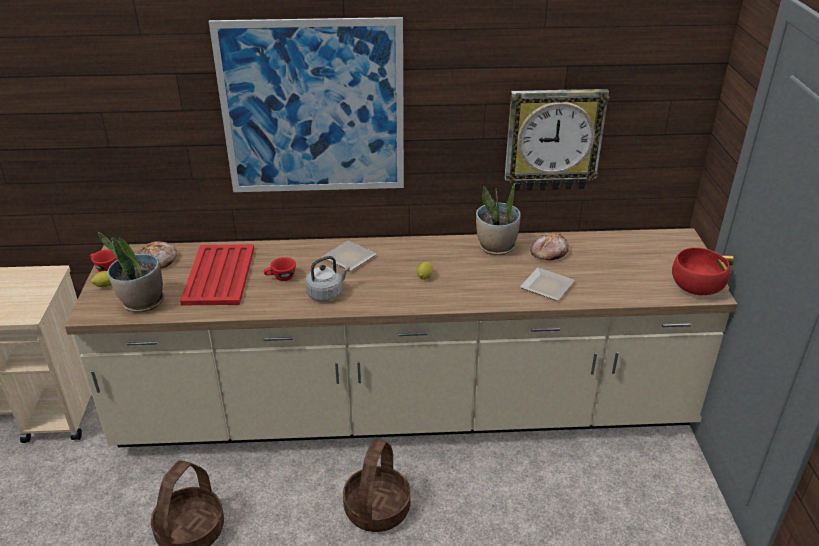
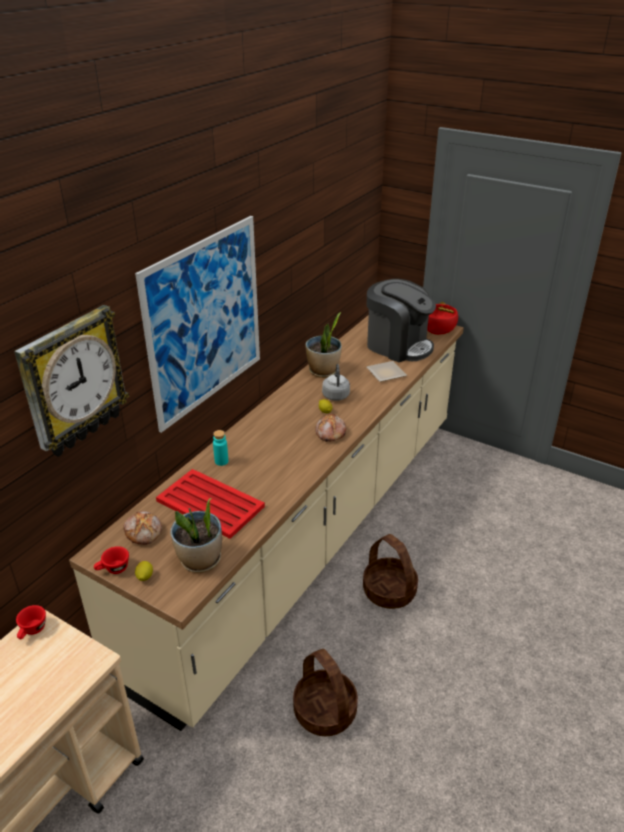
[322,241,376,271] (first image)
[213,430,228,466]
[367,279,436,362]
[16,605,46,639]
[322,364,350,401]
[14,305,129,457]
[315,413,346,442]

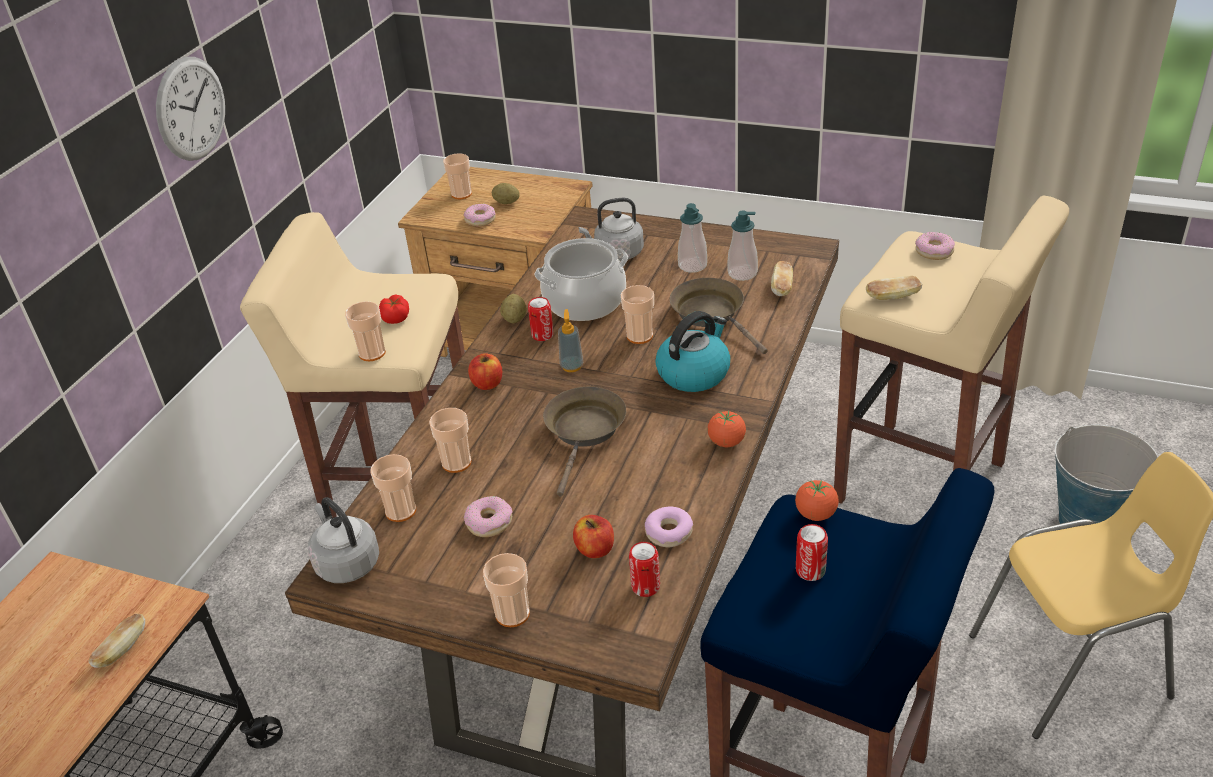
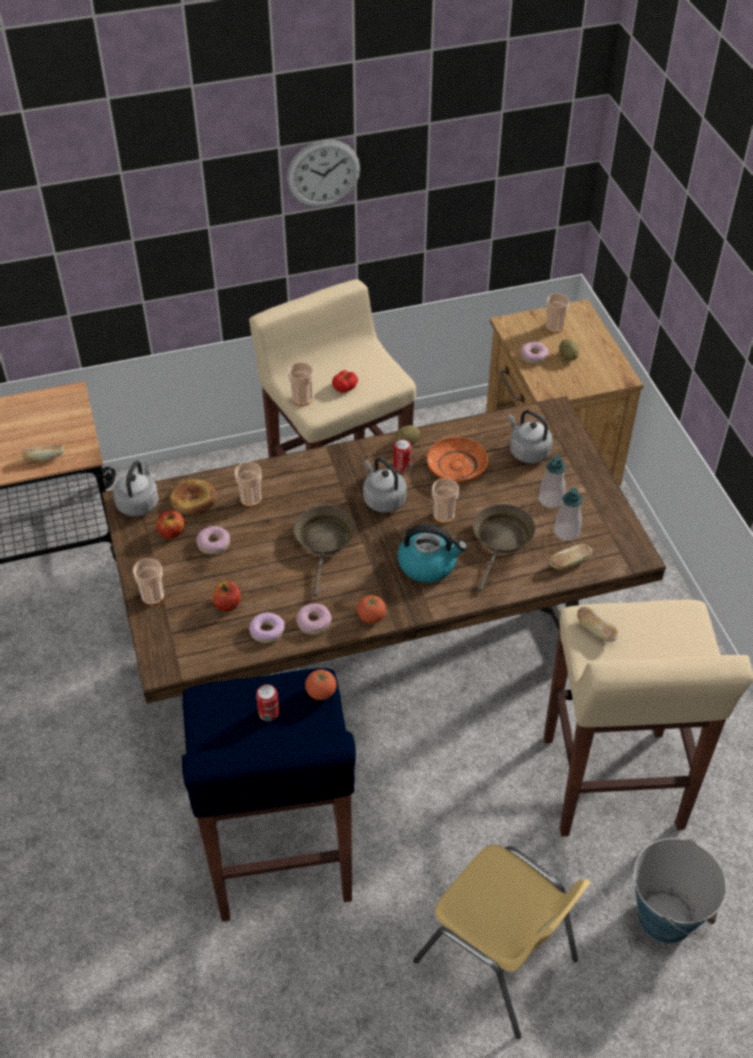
[629,542,660,597] (first image)
[156,510,185,539]
[296,604,332,635]
[170,479,217,515]
[427,437,488,483]
[363,457,407,513]
[294,506,356,597]

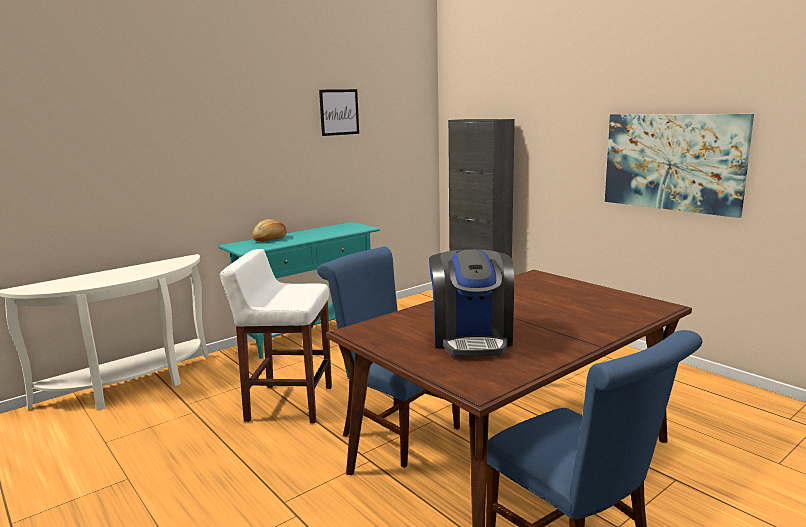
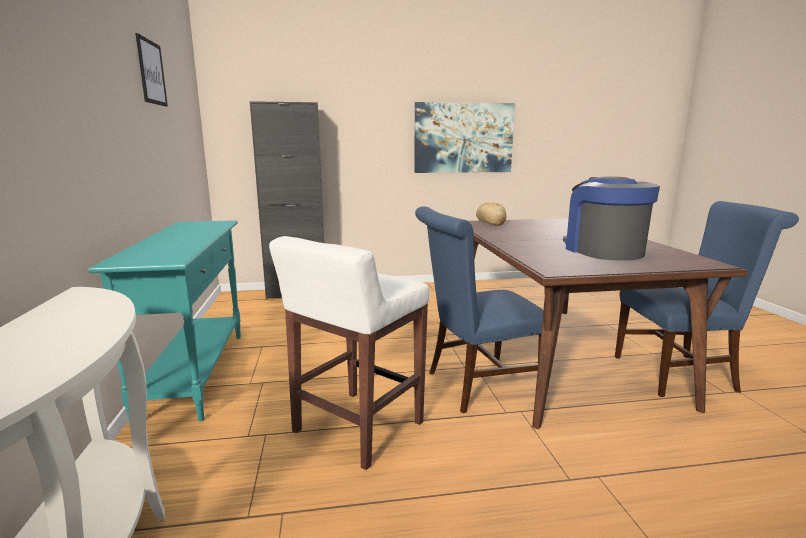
[476,203,506,226]
[563,176,660,261]

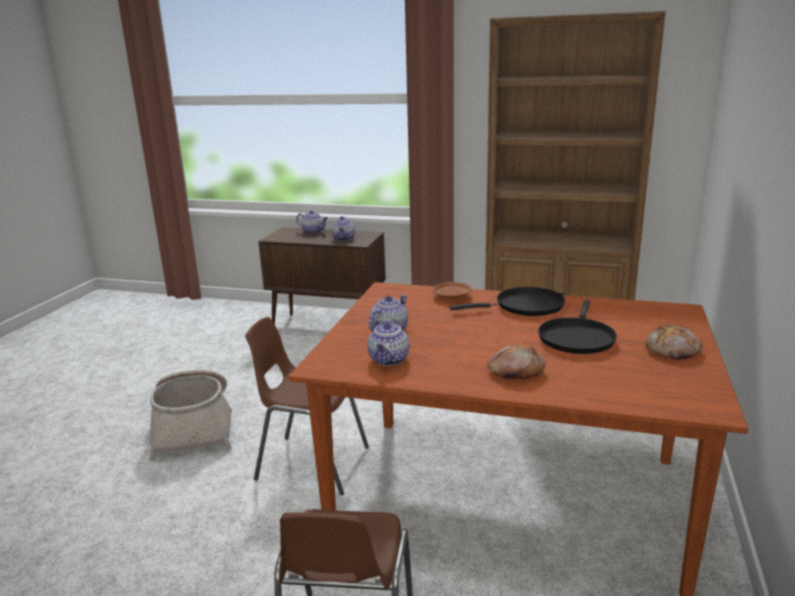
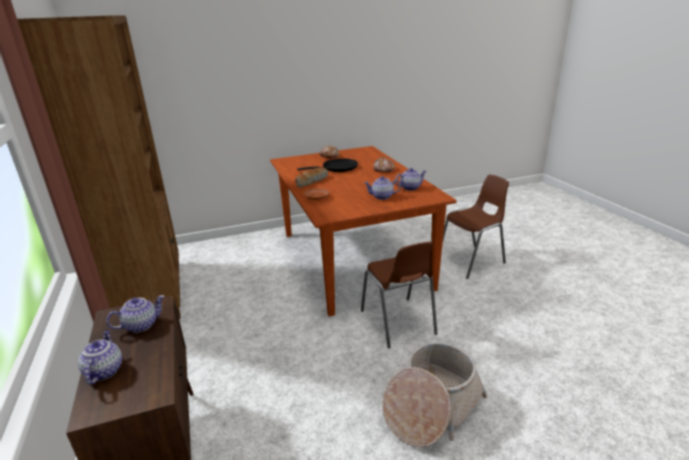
[295,168,328,188]

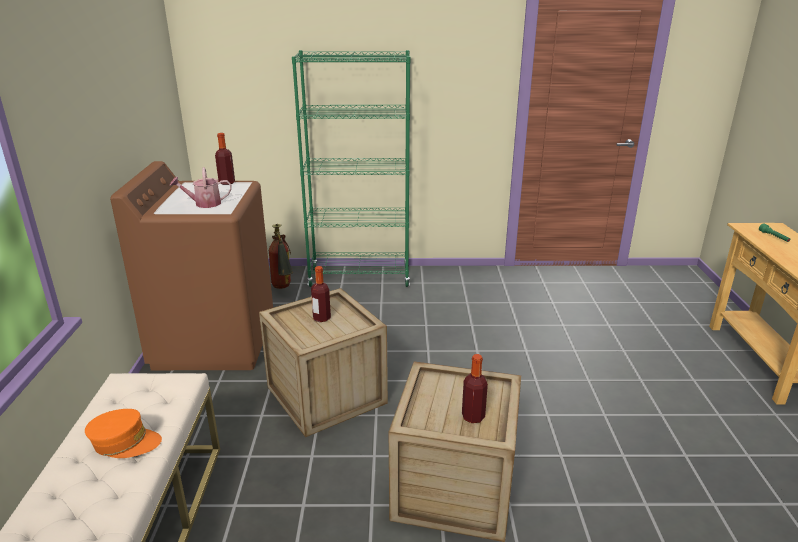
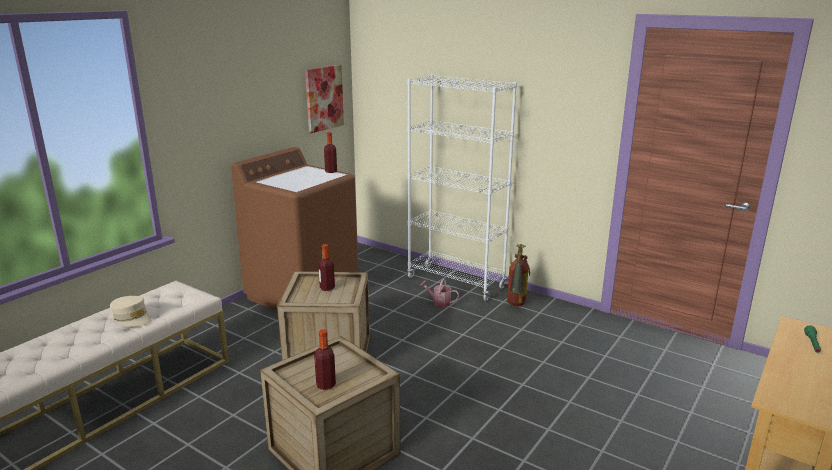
[305,65,344,133]
[420,279,459,307]
[507,244,530,306]
[110,296,151,327]
[407,74,517,301]

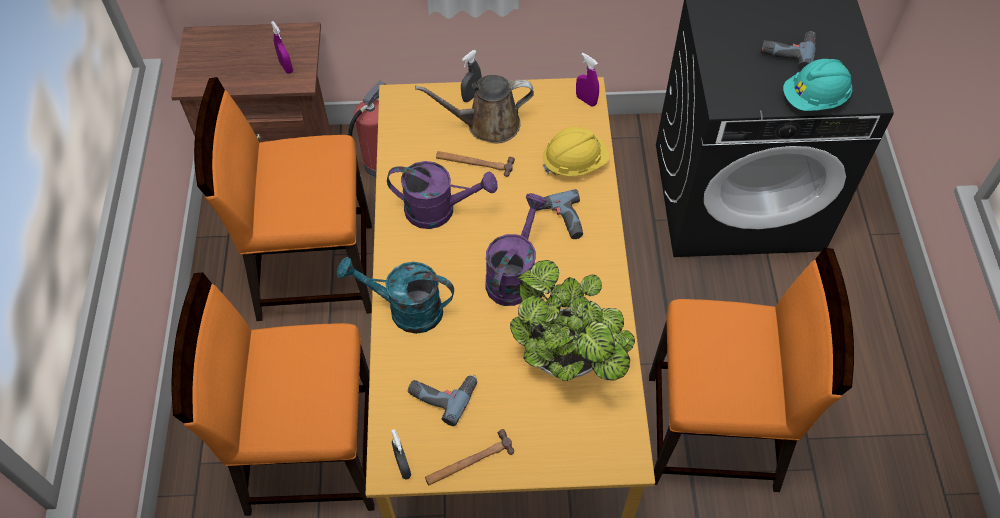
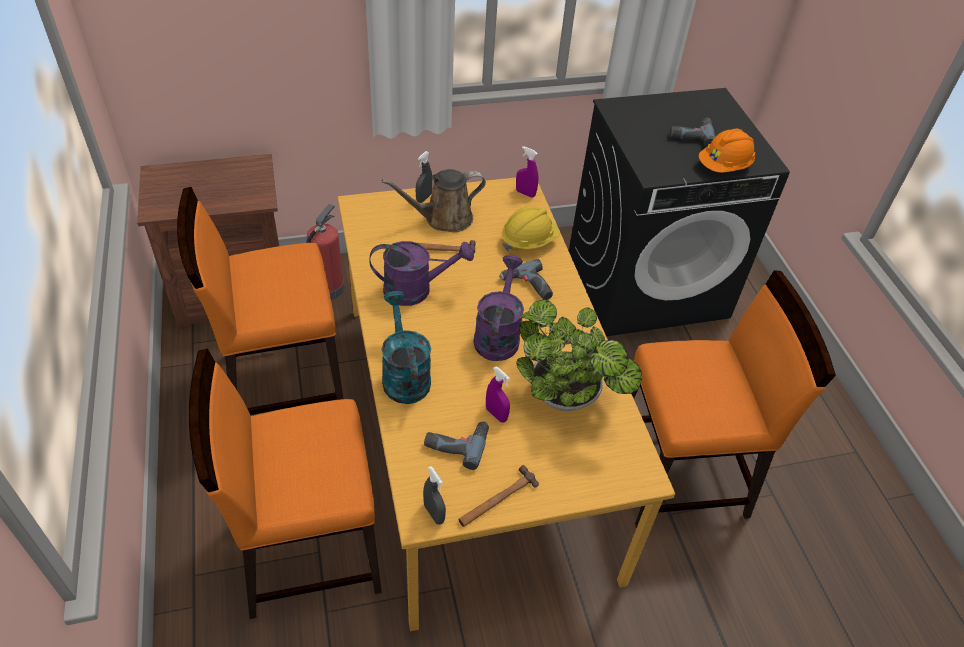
[486,367,510,422]
[699,129,755,173]
[381,291,431,404]

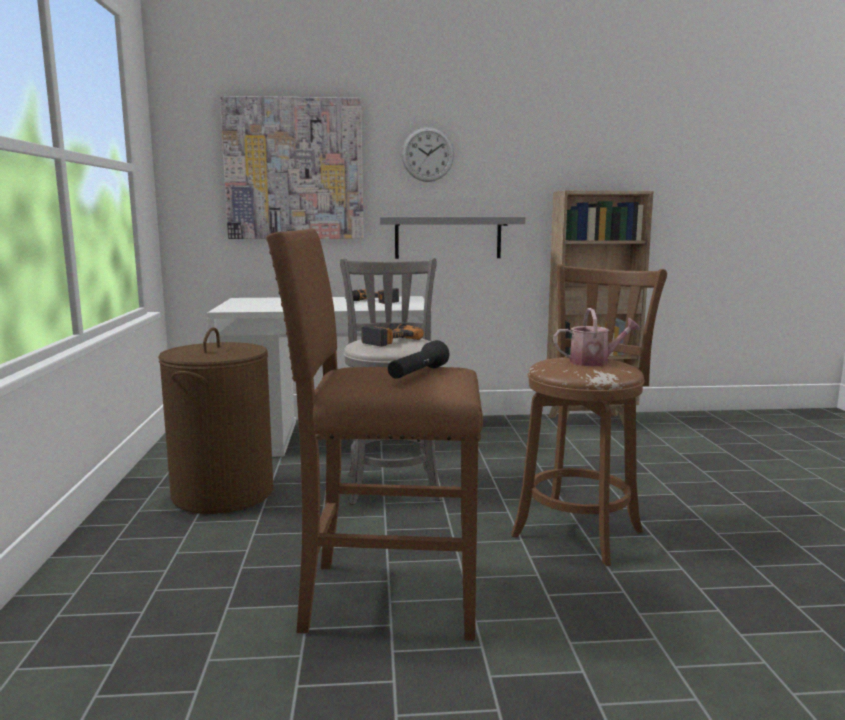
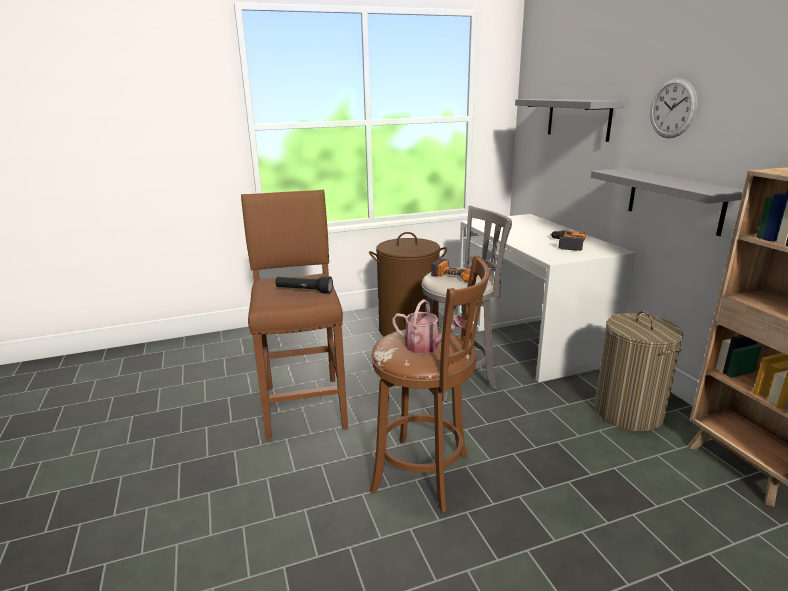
[595,311,683,431]
[515,99,625,142]
[392,299,466,354]

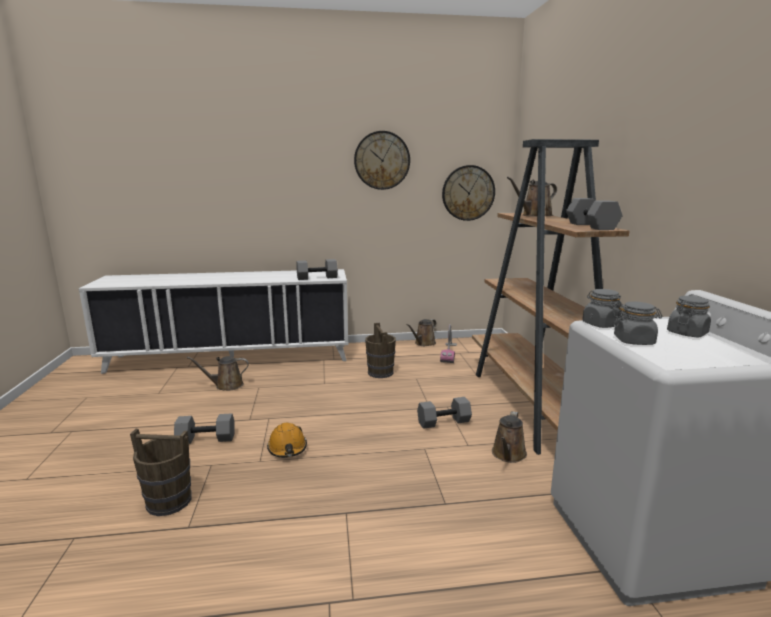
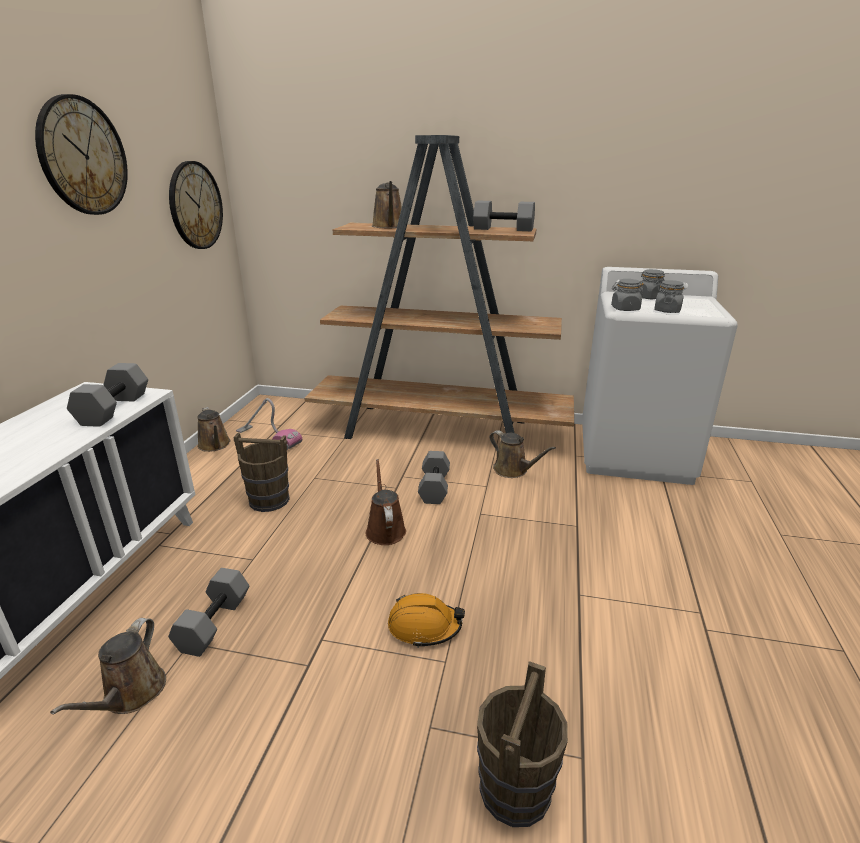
[366,459,406,545]
[168,568,249,657]

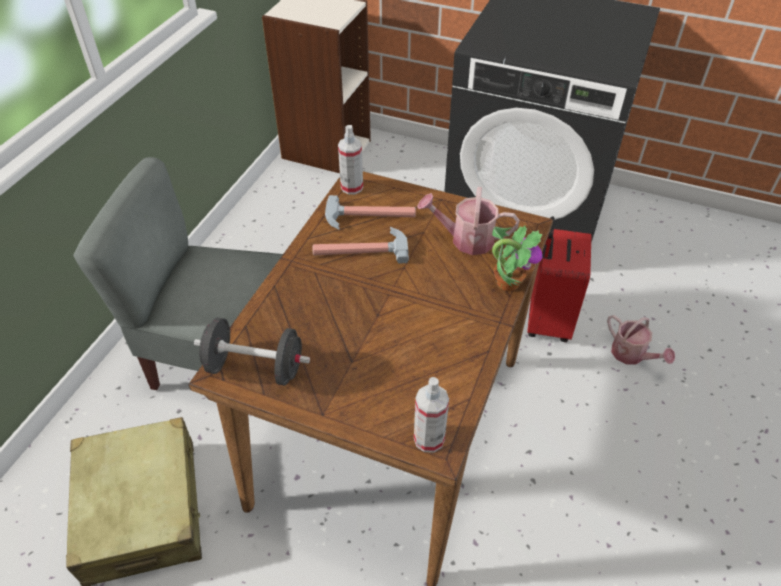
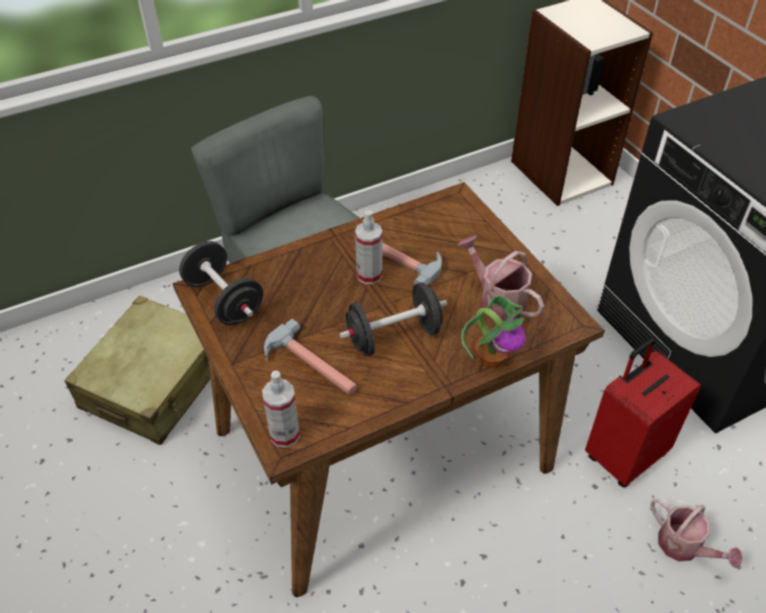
[339,282,447,357]
[264,319,356,395]
[355,210,382,284]
[650,499,742,568]

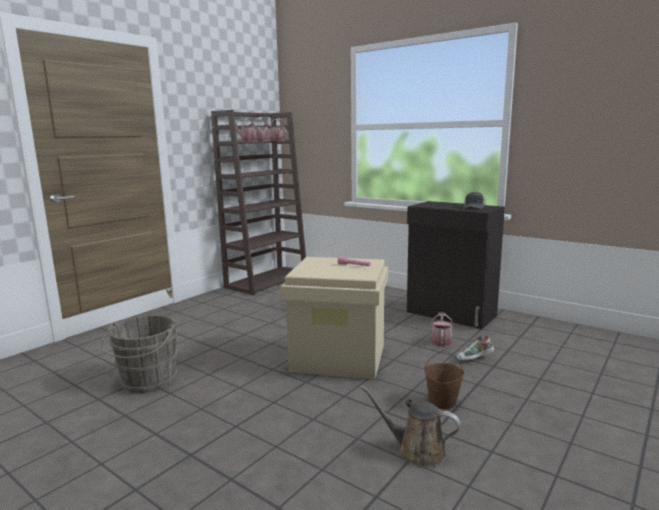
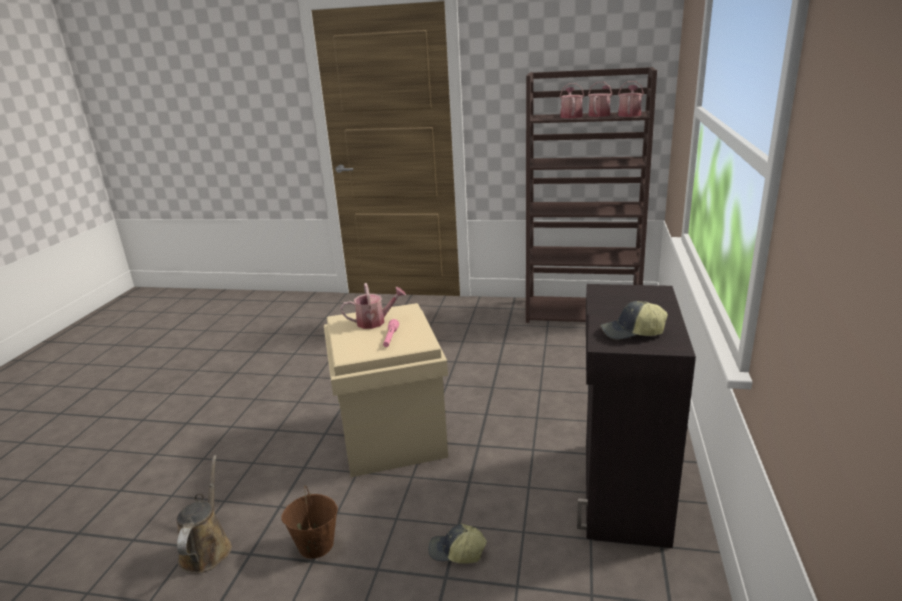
[101,315,178,393] (first image)
[341,283,406,329]
[428,524,487,564]

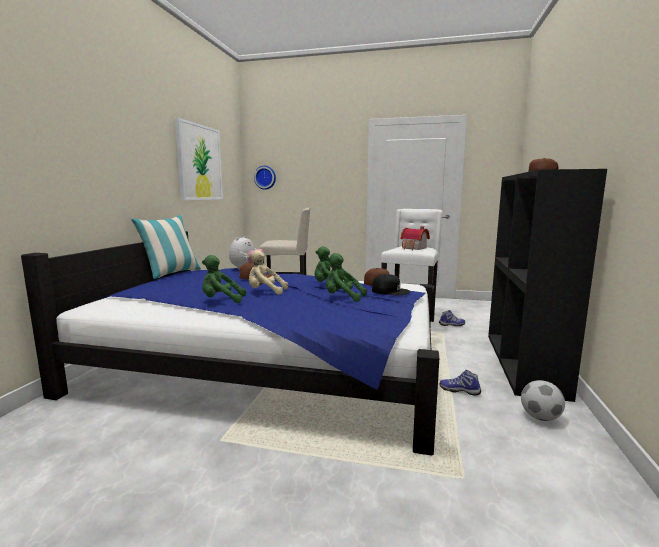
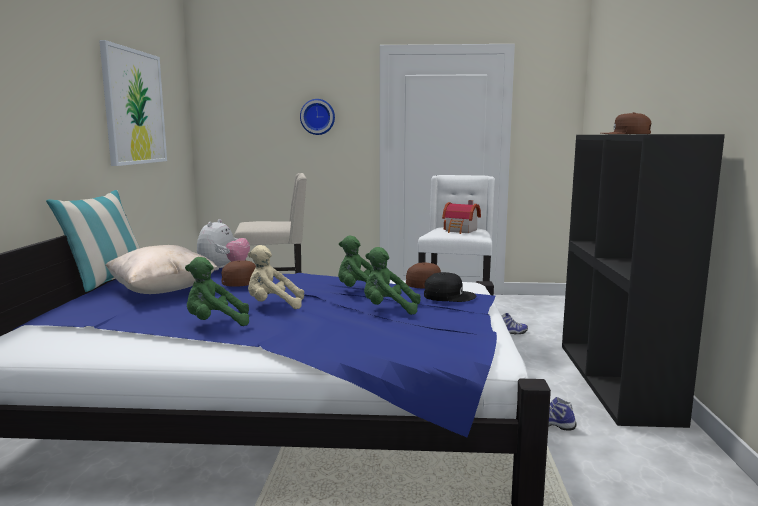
[521,380,565,421] (first image)
[105,245,218,294]
[300,99,335,135]

